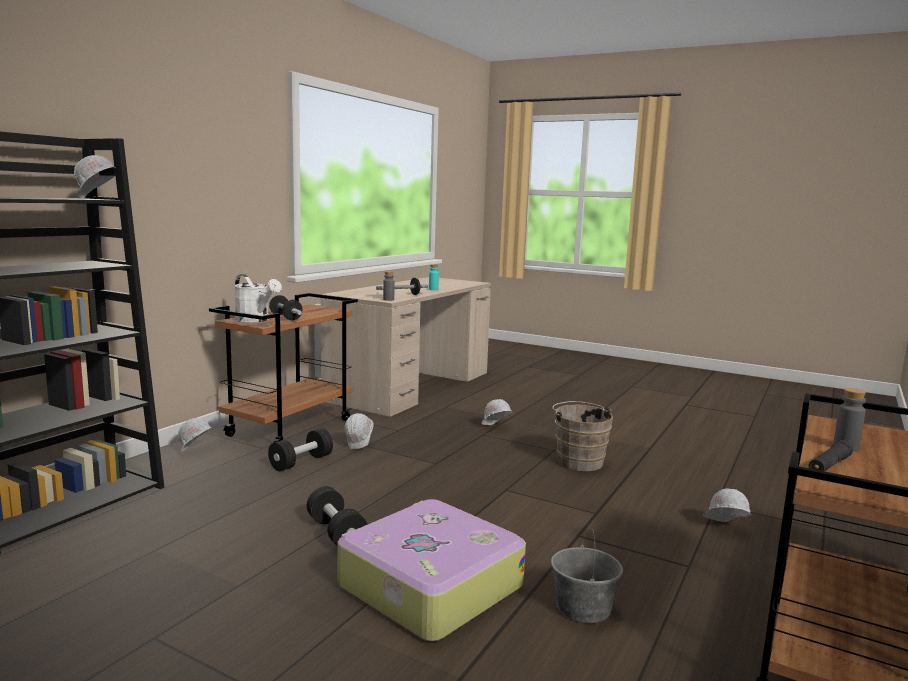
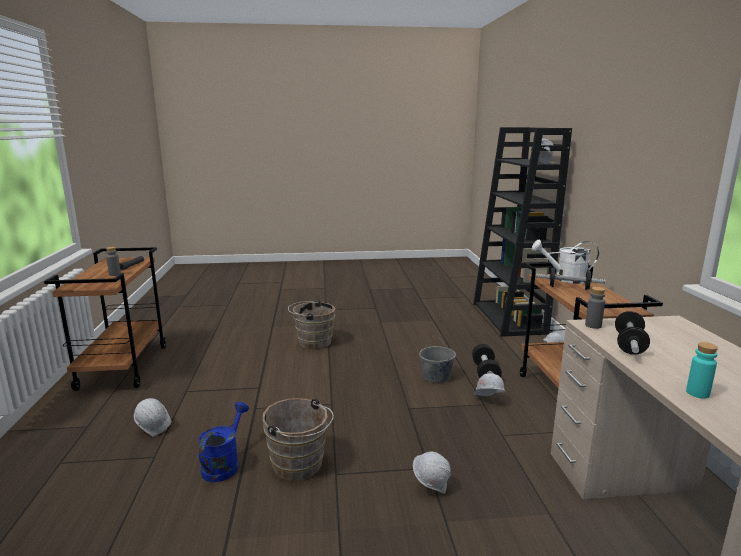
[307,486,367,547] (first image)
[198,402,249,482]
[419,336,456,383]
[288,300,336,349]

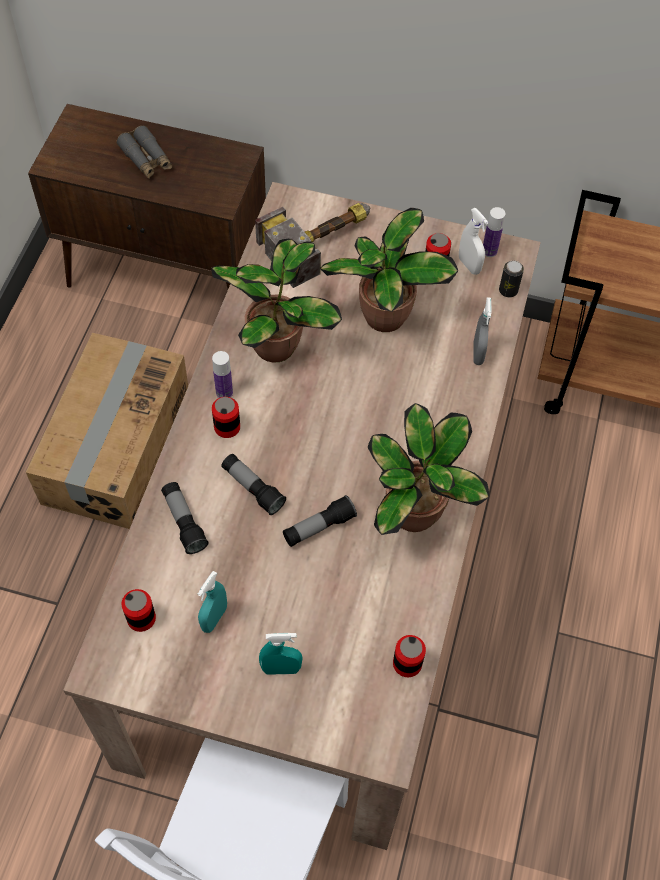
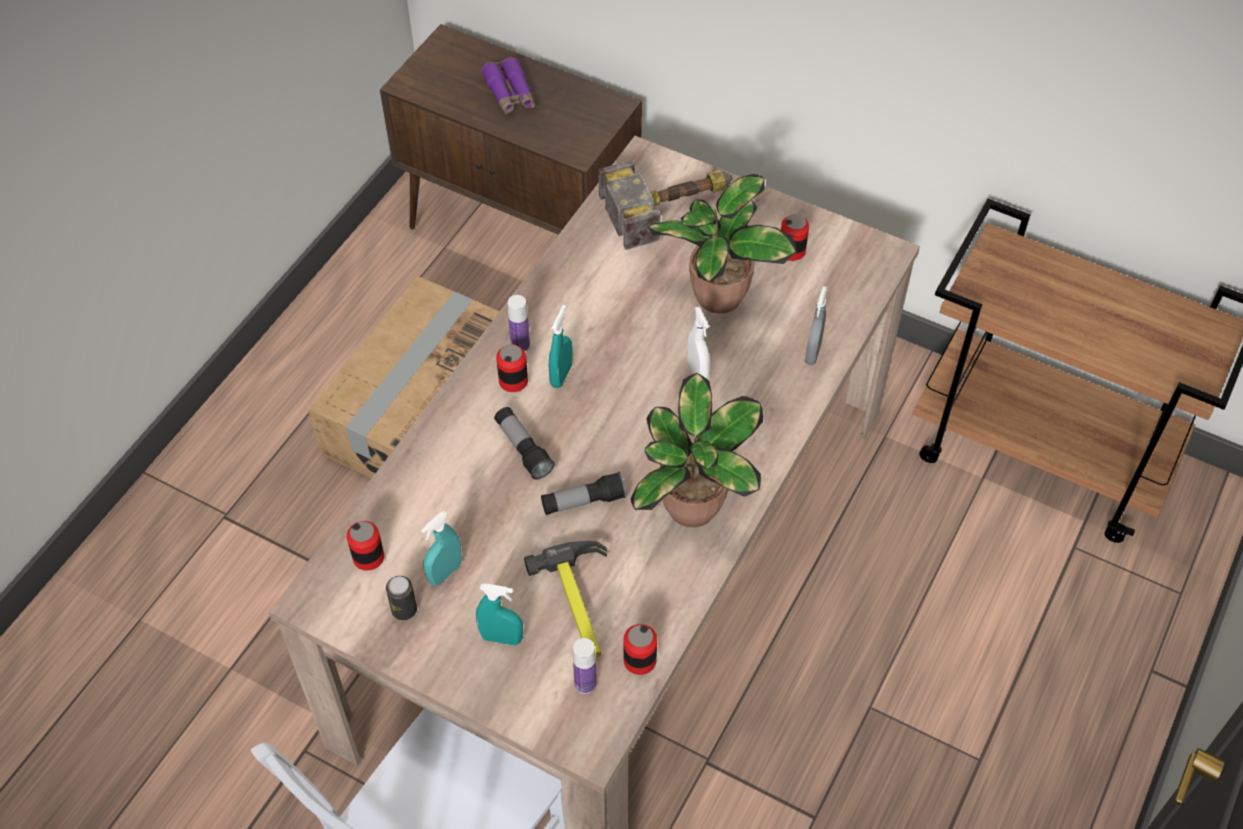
[161,482,209,554] (first image)
[211,239,342,363] (first image)
[524,541,607,657]
[548,305,573,388]
[687,307,710,380]
[573,638,596,694]
[386,576,417,620]
[481,57,535,115]

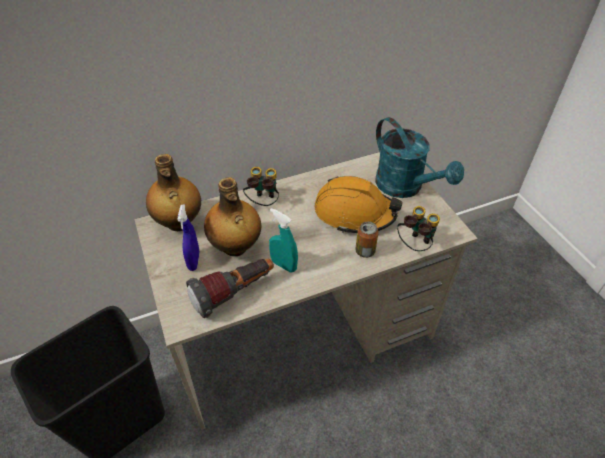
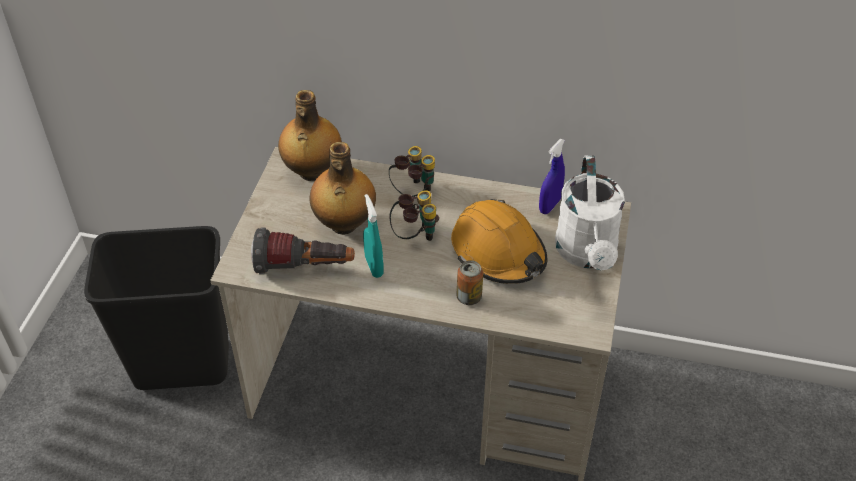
[539,139,565,214]
[390,190,439,241]
[555,155,625,271]

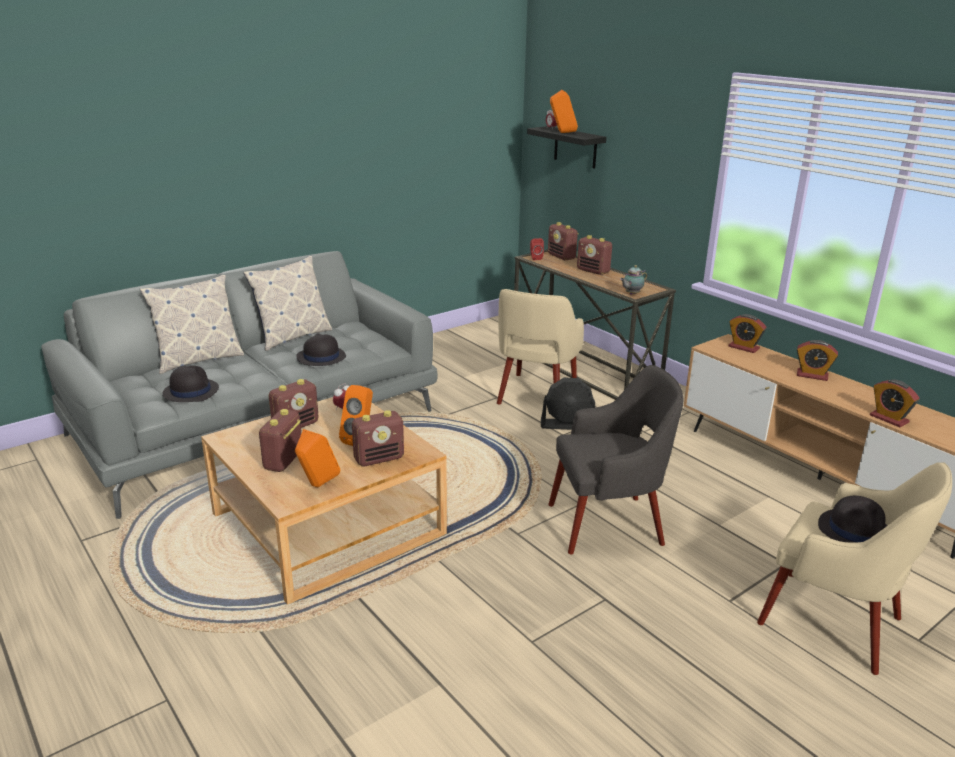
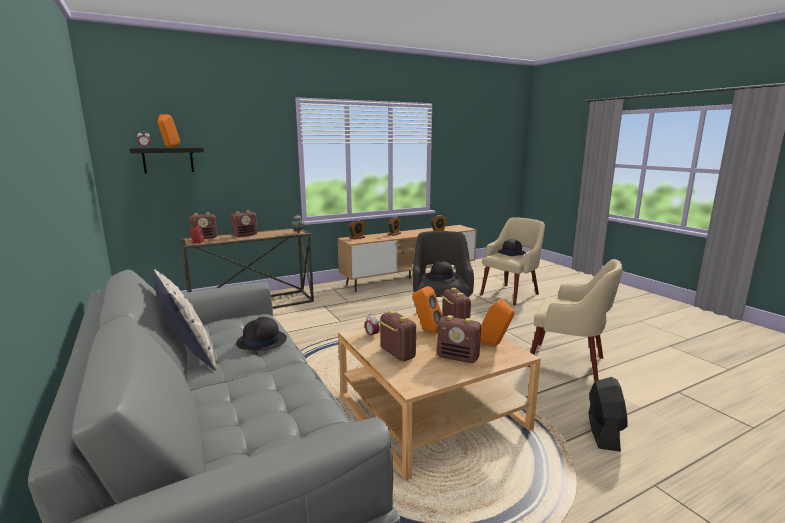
[140,275,244,374] (first image)
[424,261,457,281]
[527,259,622,381]
[589,377,627,452]

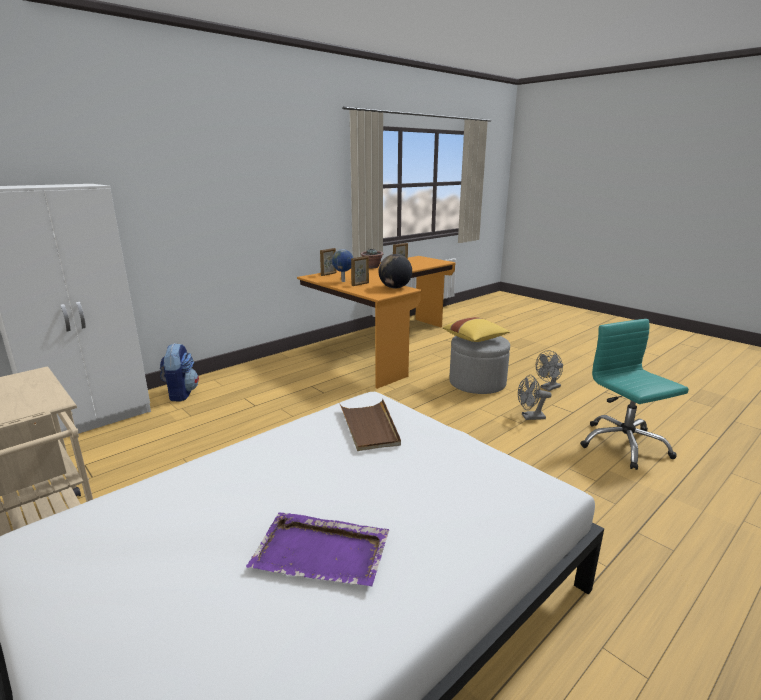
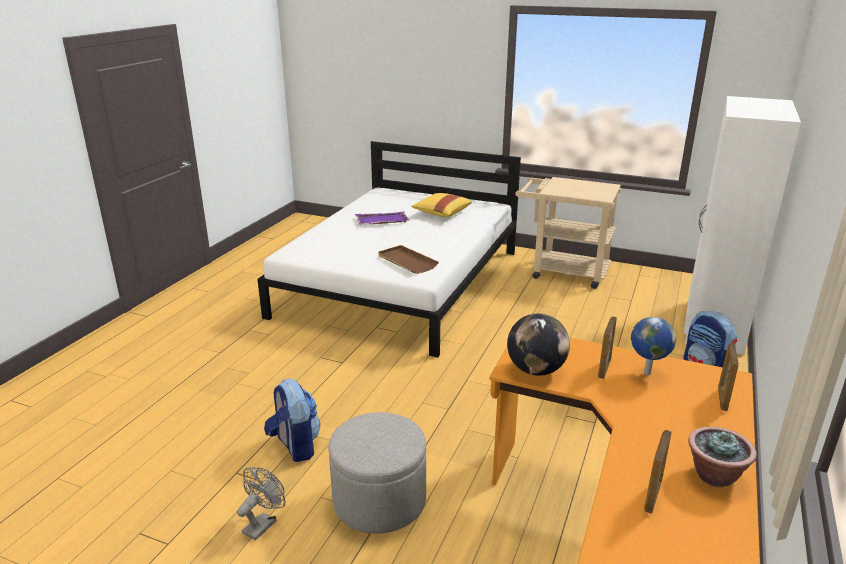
[580,319,689,470] (first image)
[411,193,472,217]
[264,379,320,462]

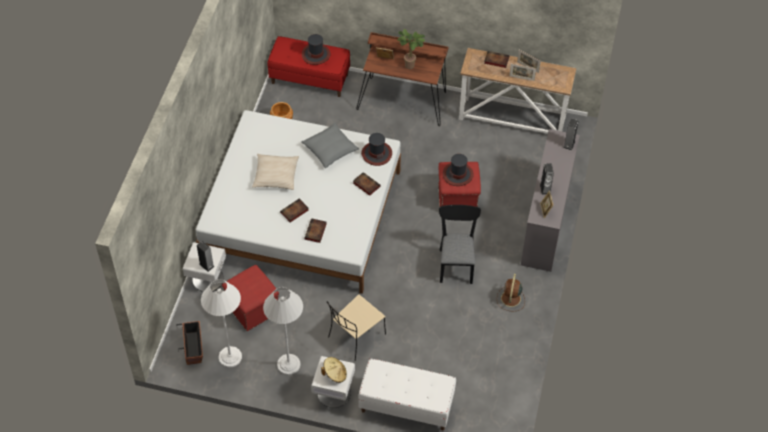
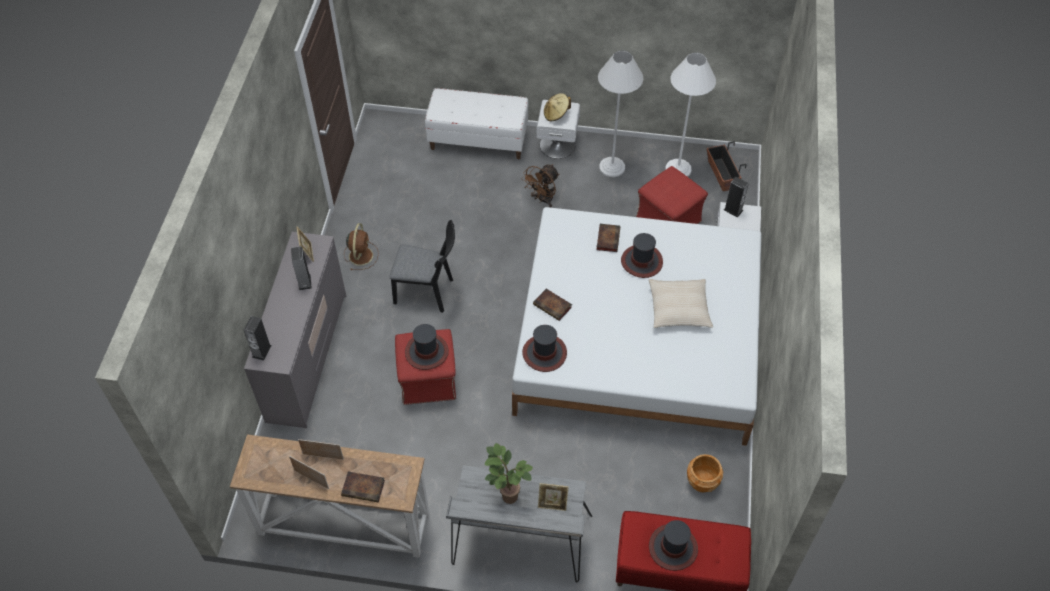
[301,123,359,168] (first image)
[621,233,663,278]
[521,164,560,208]
[446,465,593,582]
[389,220,455,313]

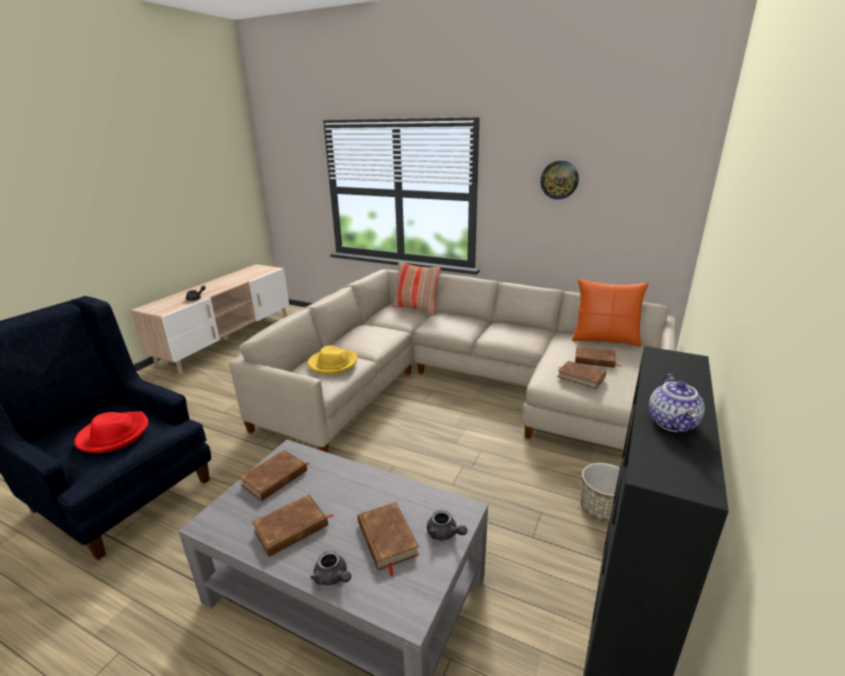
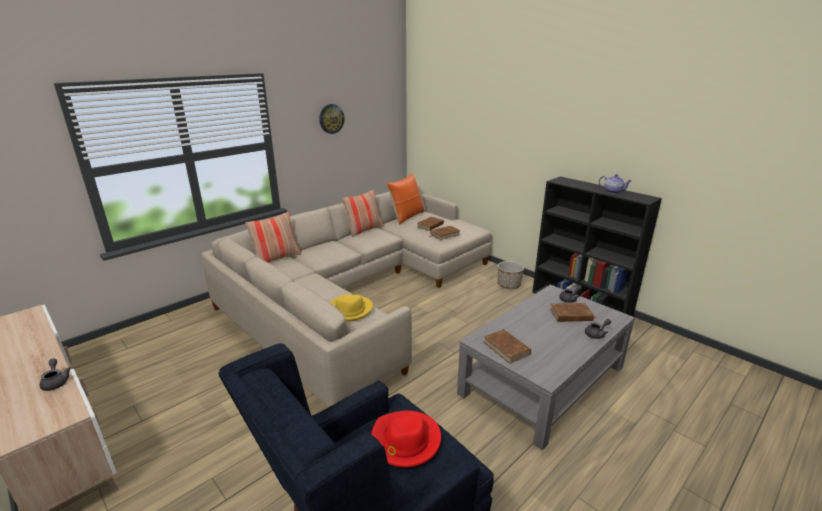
[252,495,333,557] (first image)
[342,190,384,237]

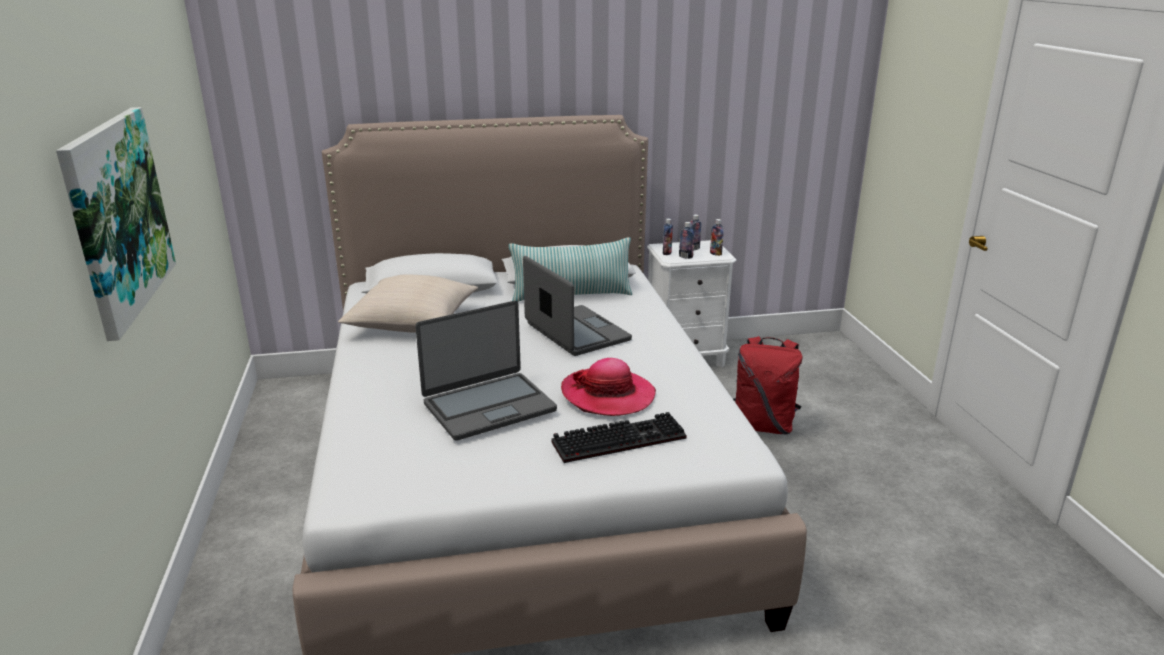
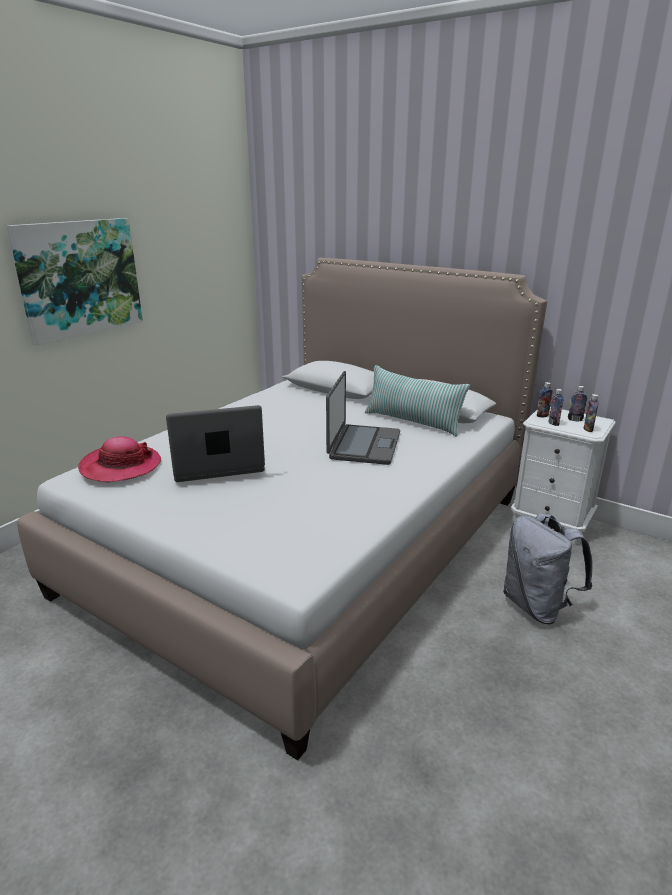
[338,274,478,333] (first image)
[551,412,686,463] (first image)
[78,436,161,482]
[503,513,592,624]
[166,405,265,482]

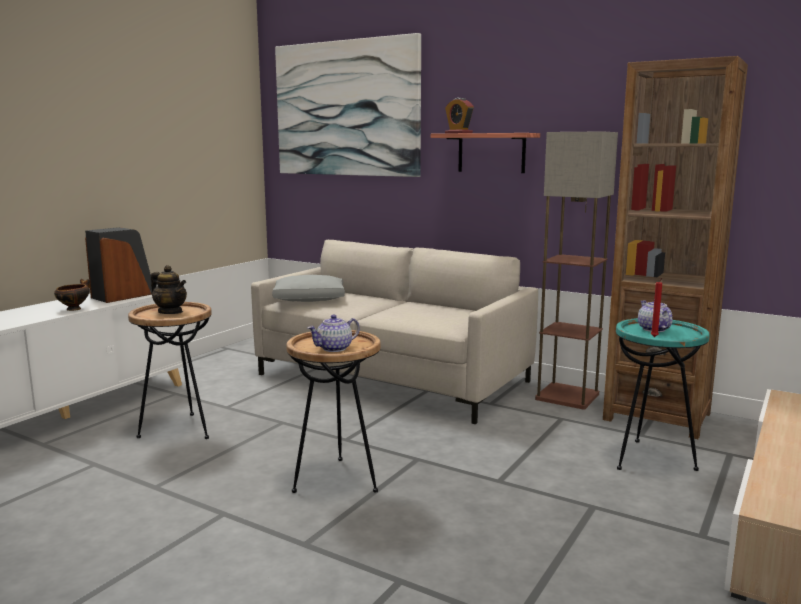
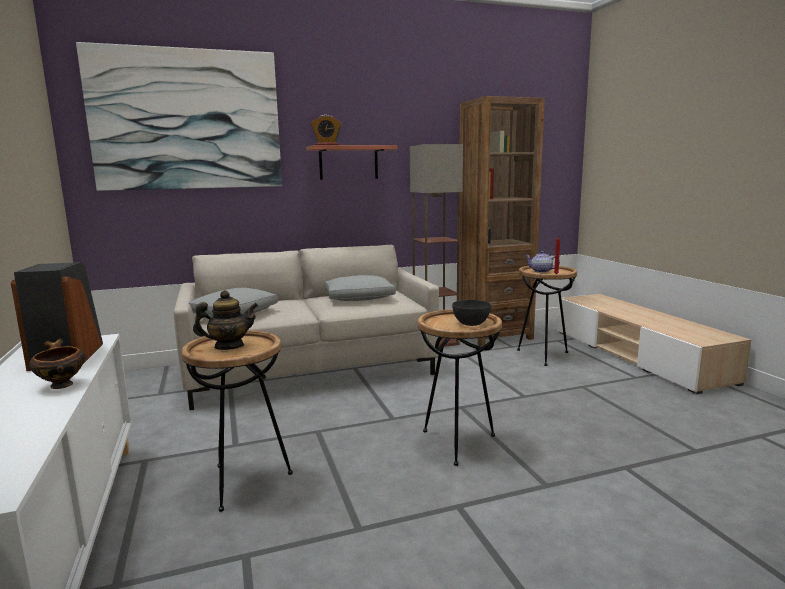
[324,275,396,301]
[452,300,491,326]
[517,265,577,366]

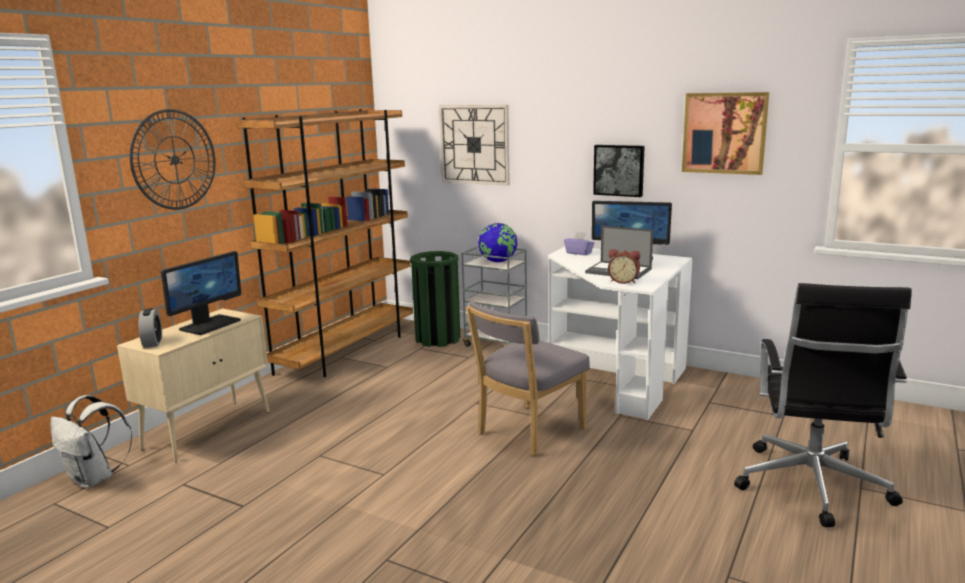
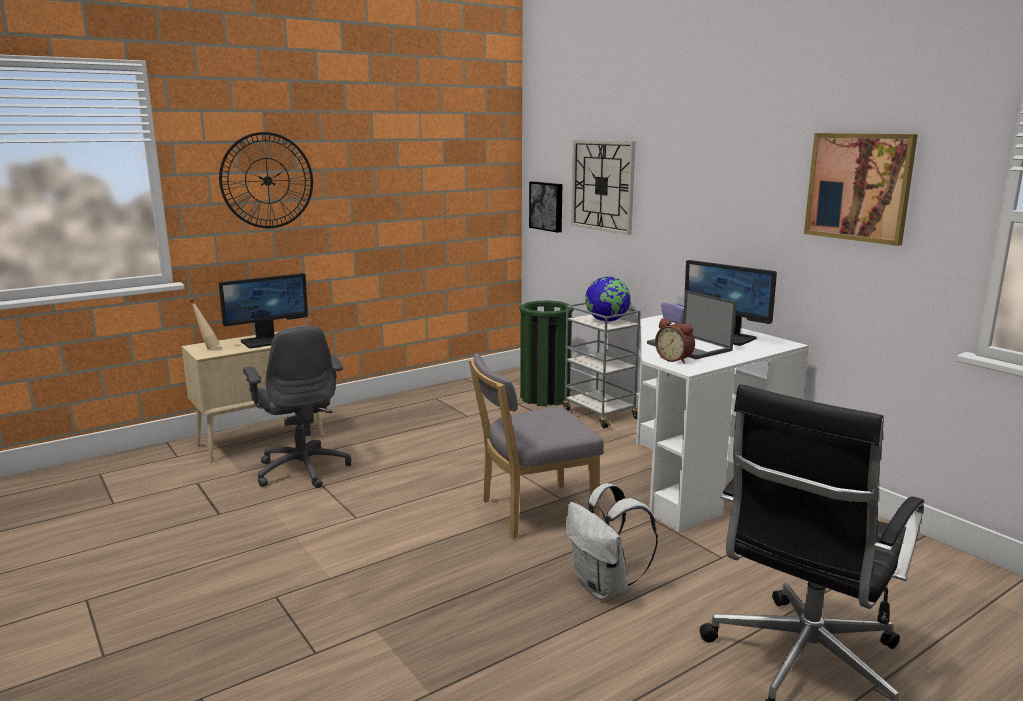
[236,109,413,377] (first image)
[243,326,351,488]
[565,483,658,600]
[529,181,562,233]
[190,300,220,349]

